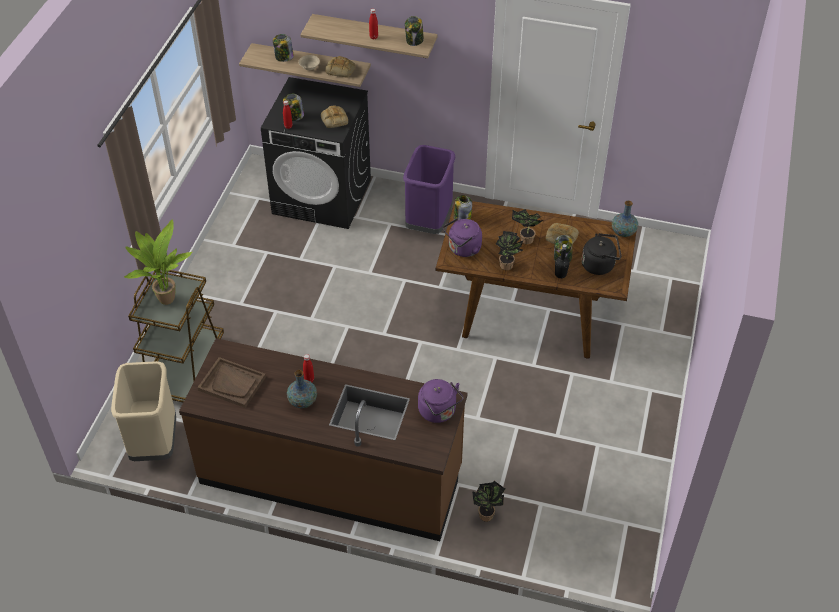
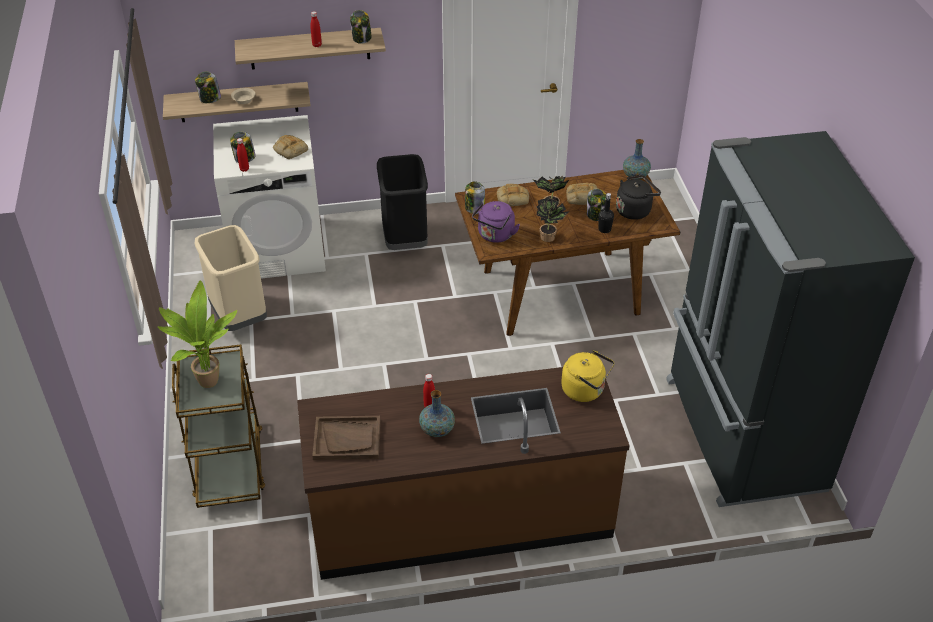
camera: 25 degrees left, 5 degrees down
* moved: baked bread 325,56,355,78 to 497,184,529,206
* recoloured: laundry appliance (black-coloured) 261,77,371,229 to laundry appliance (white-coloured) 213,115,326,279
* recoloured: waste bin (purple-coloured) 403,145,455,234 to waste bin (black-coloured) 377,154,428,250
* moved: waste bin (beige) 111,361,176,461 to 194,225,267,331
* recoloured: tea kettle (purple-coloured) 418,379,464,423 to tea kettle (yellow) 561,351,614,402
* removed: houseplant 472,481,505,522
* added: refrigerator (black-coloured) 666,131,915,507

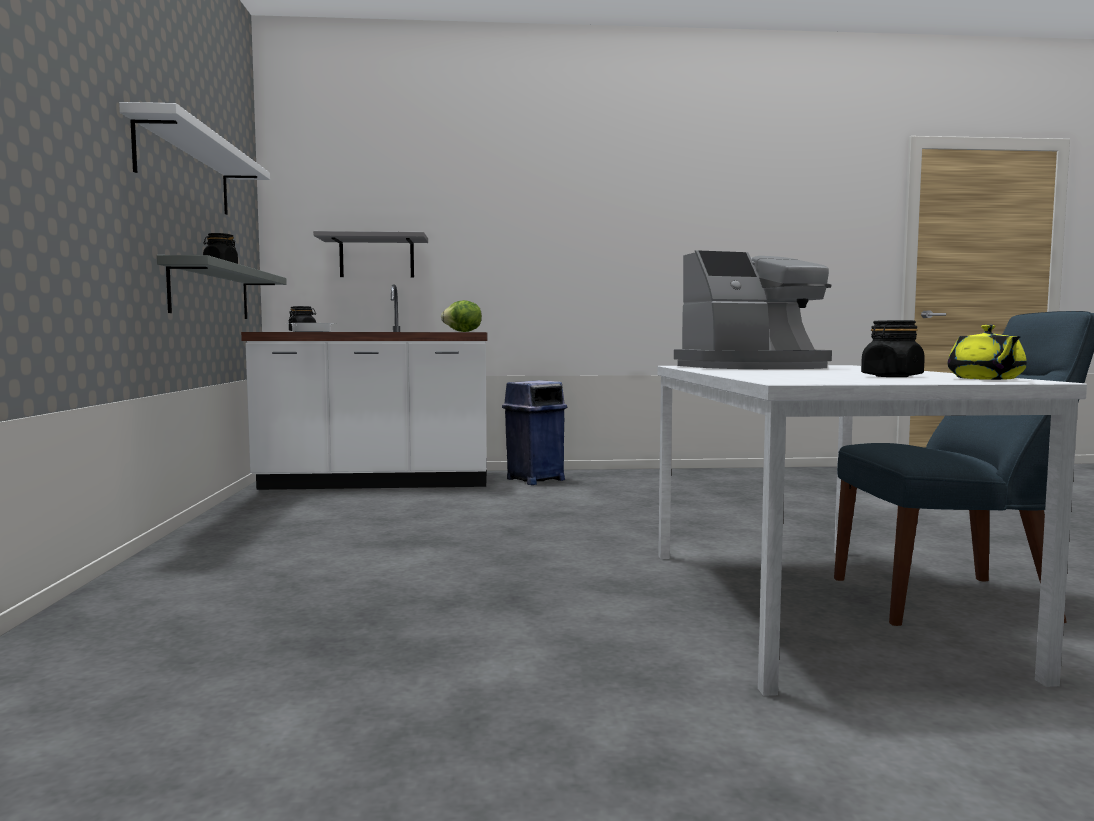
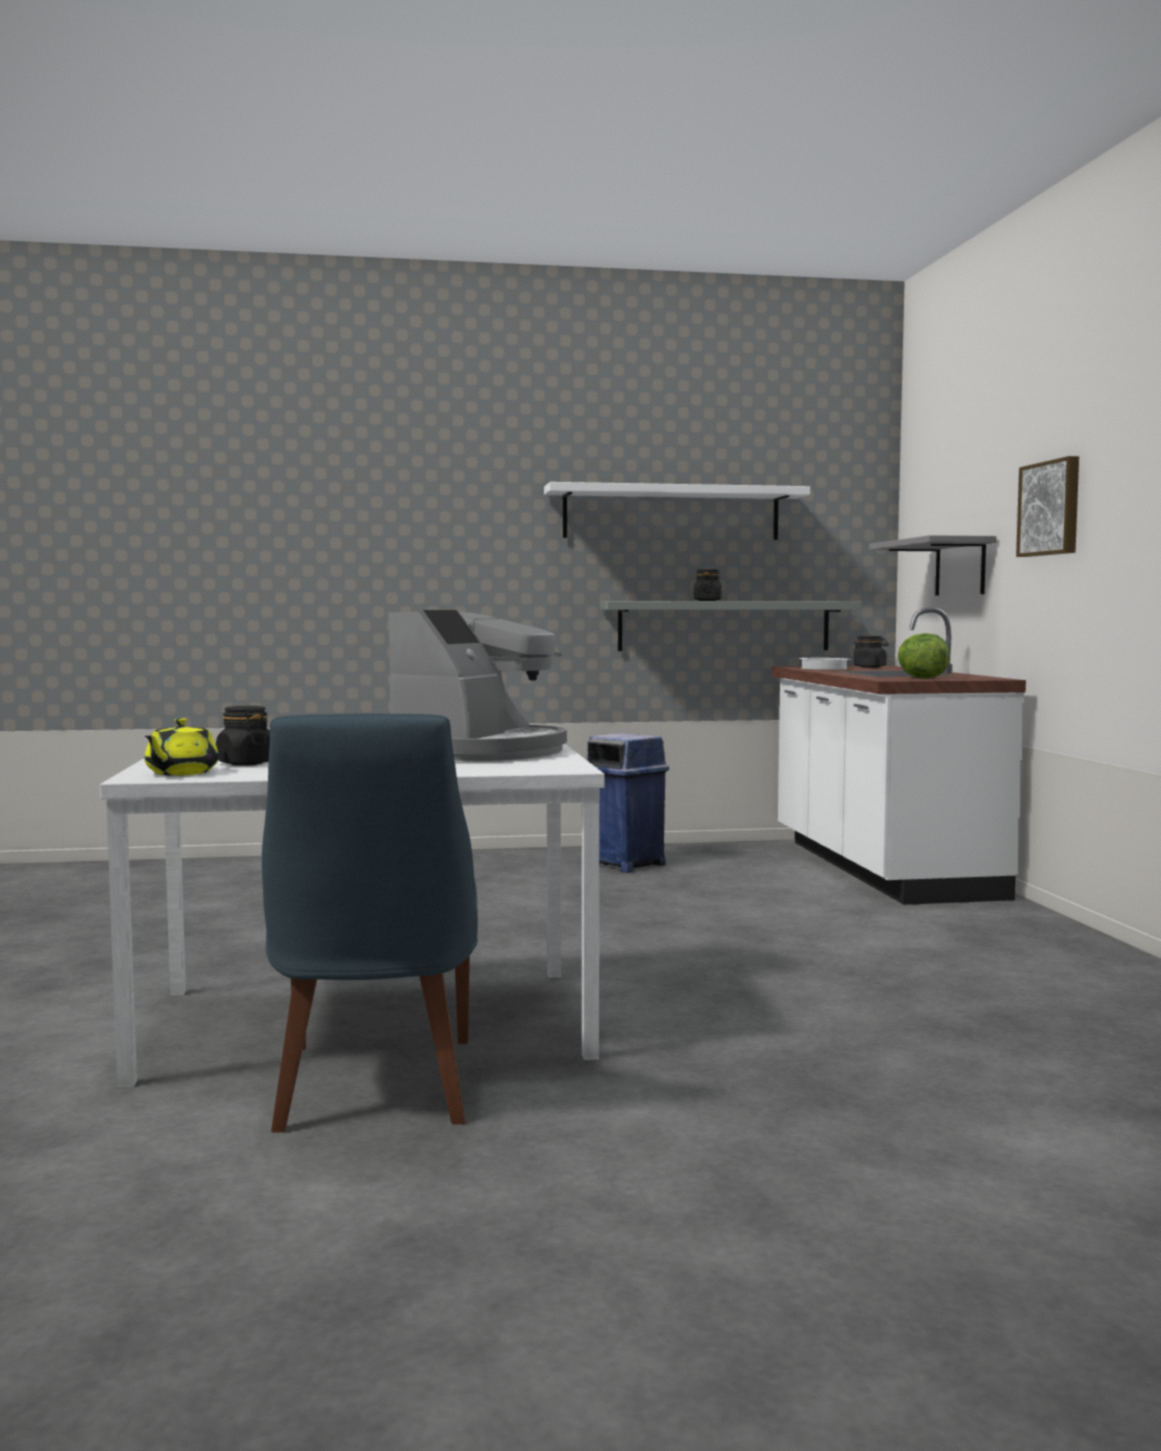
camera: 85 degrees right, 0 degrees up
* turned: coffee machine 674,250,832,369 = 388,610,567,761 135 degrees counterclockwise
* turned: teapot (yellow) 948,325,1027,380 = 145,718,219,776 75 degrees counterclockwise
* moved: waste bin (bluish) 502,380,567,485 to 586,733,669,873
* added: wall picture 1016,456,1079,557

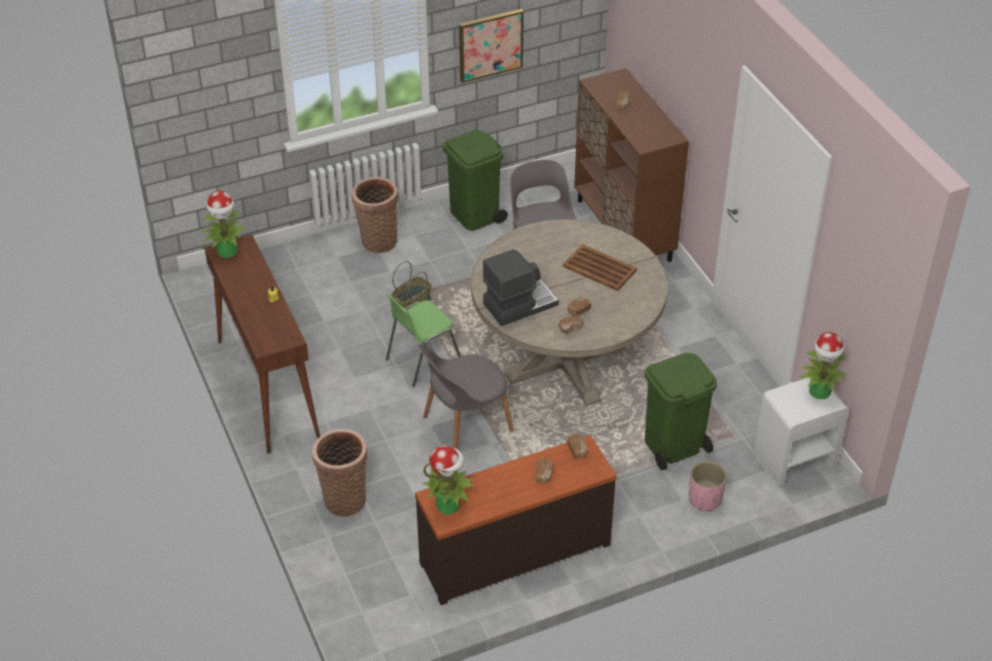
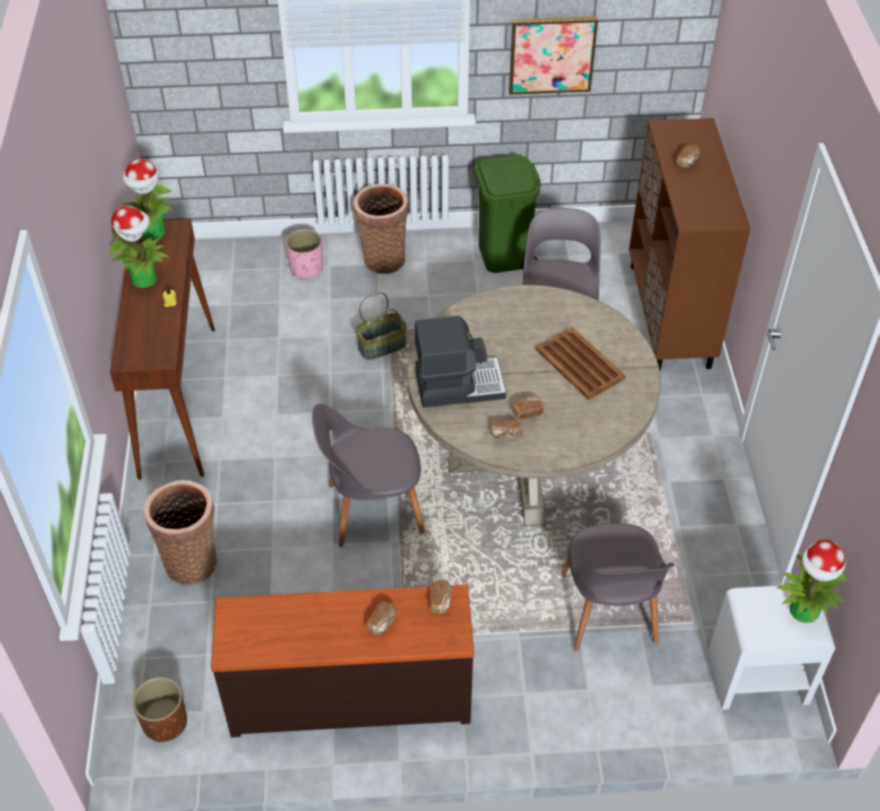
camera: 20 degrees right, 5 degrees up
* removed: chair (greenish) 386,295,461,387
* replaced: waste bin (greenish) 645,353,717,470 to chair (gray) 561,523,675,651
* moved: houseplant 422,445,474,514 to 110,206,170,288
* moved: plant pot (pinkish) 689,461,727,511 to 286,229,323,280
* added: plant pot (brown) 132,677,187,743

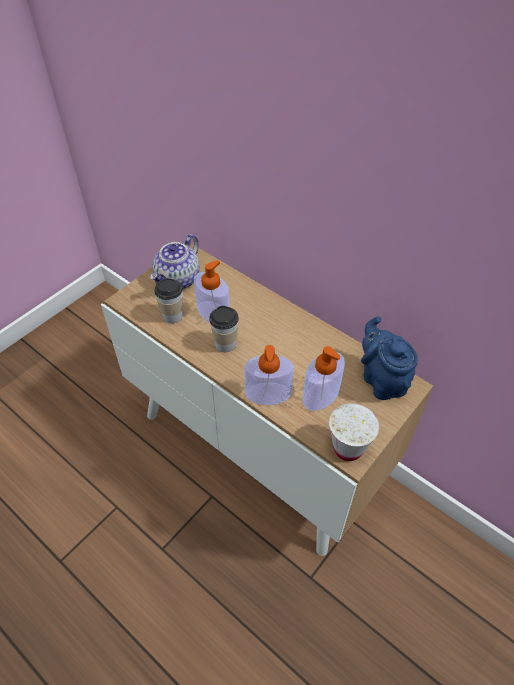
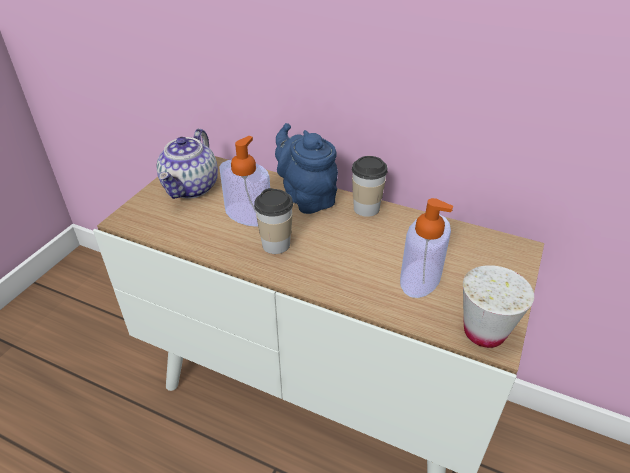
camera: 15 degrees left, 10 degrees down
* moved: small cup 154,278,183,323 to 352,156,388,217
* moved: teapot (bluish) 361,316,418,400 to 275,123,338,214
* removed: soap bottle 244,345,294,405

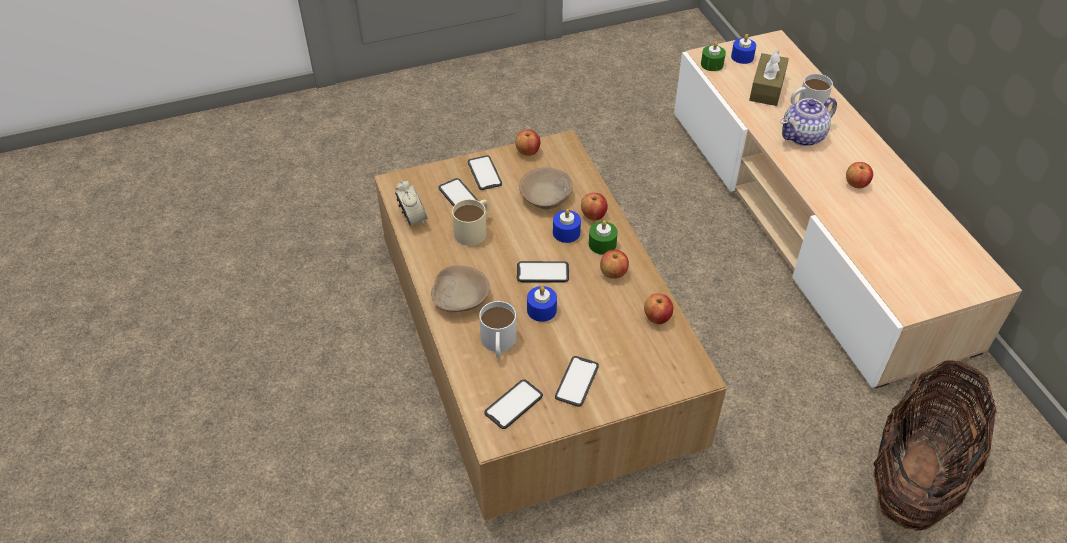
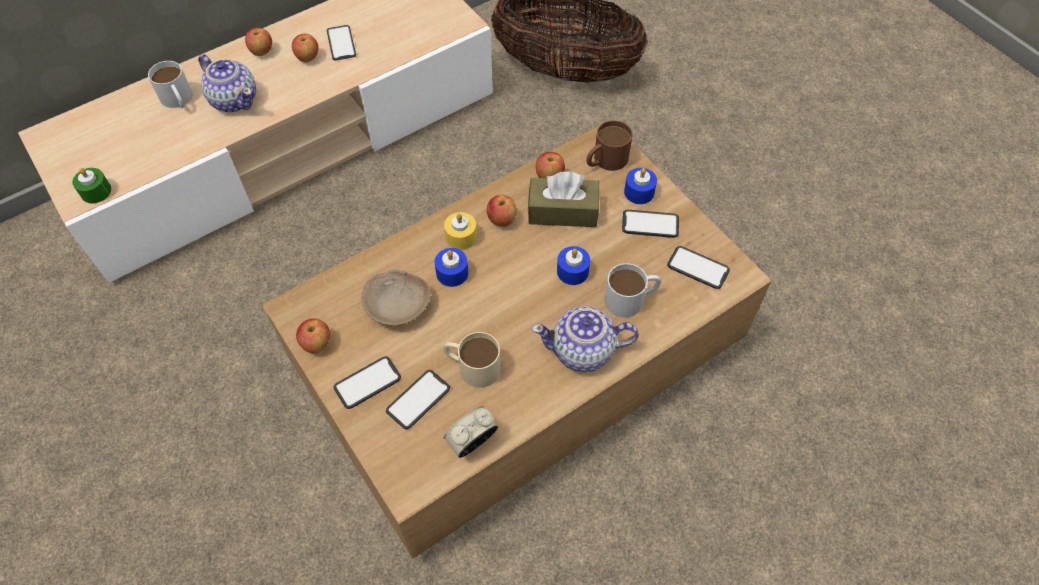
camera: 105 degrees left, 10 degrees up
* moved: wax light (bluish) 731,34,756,64 to 624,168,657,204
* moved: tissue box (brown) 749,49,789,106 to 528,171,599,227
* moved: whole apple 581,192,608,220 to 245,28,272,56
* recoloured: wax light (greenish) 589,220,618,255 to wax light (yellow) 444,212,477,250
* moved: telephone 517,261,569,283 to 327,25,356,61
* replaced: deep dish (beige) 431,265,490,312 to teapot 531,306,639,372
* added: tea mug (brown) 587,120,633,171

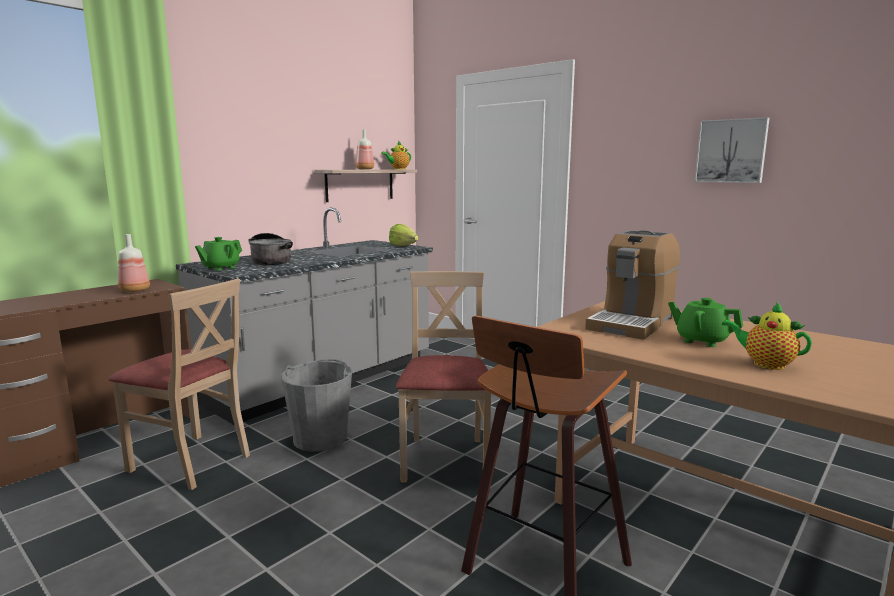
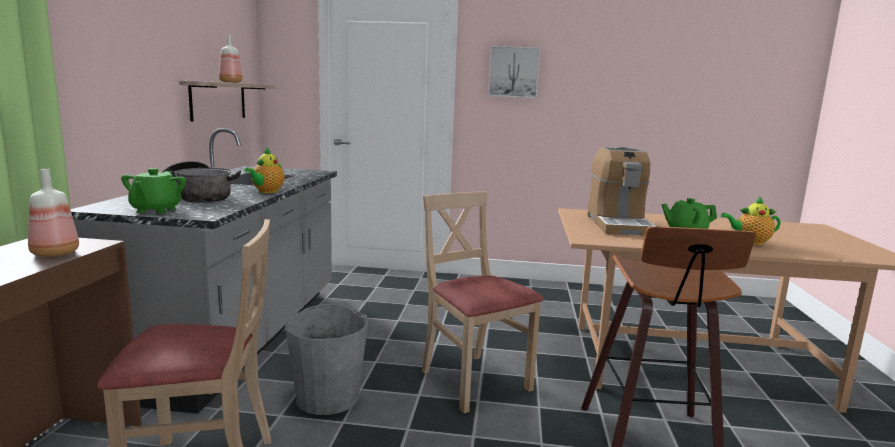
camera: 35 degrees left, 0 degrees up
* moved: wall picture 694,117,770,183 to 488,46,540,98
* moved: teapot 381,141,411,169 to 245,147,285,193
* removed: lettuce head 389,224,418,246

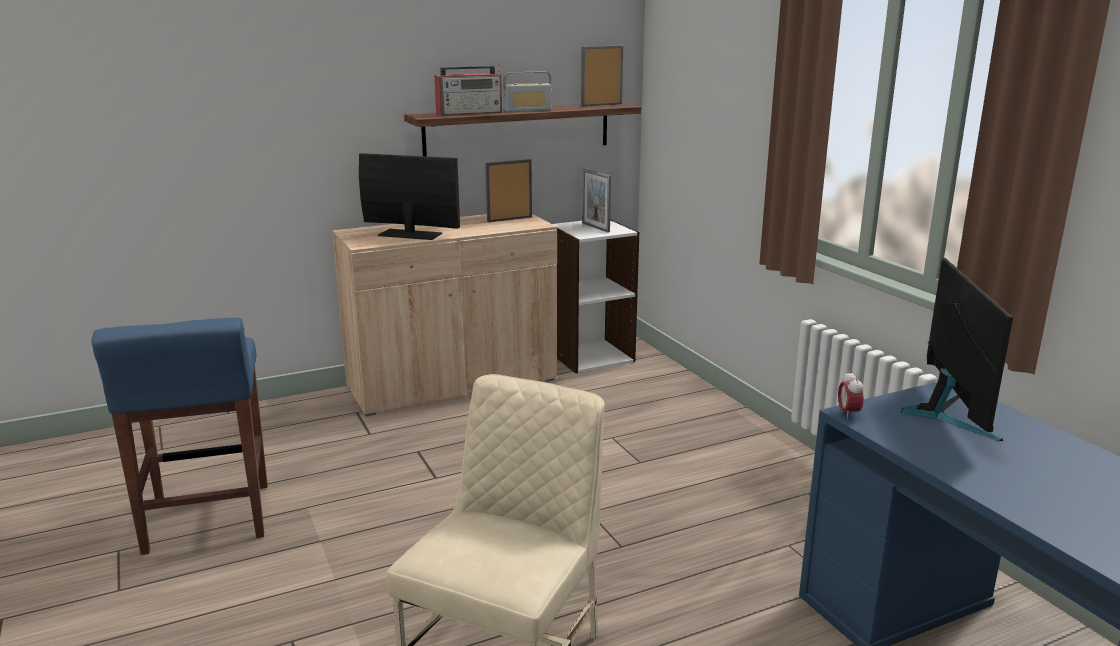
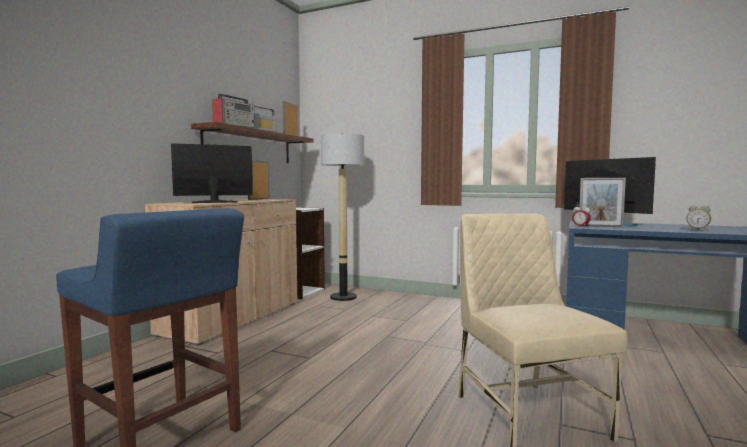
camera: 40 degrees left, 15 degrees down
* moved: picture frame 582,169,611,233 to 579,178,626,227
* added: standard lamp 321,133,364,301
* added: bedside clock 687,206,711,231

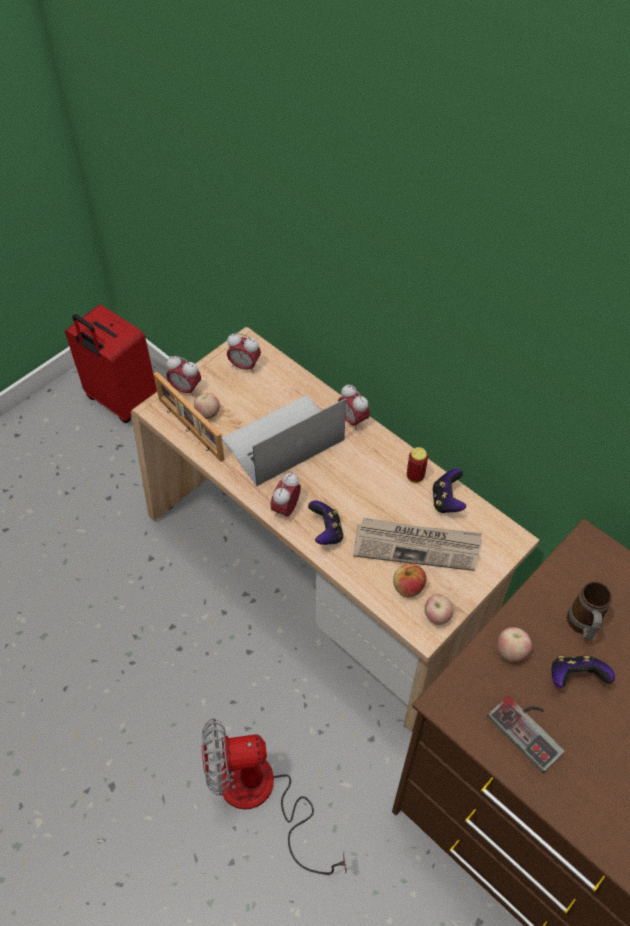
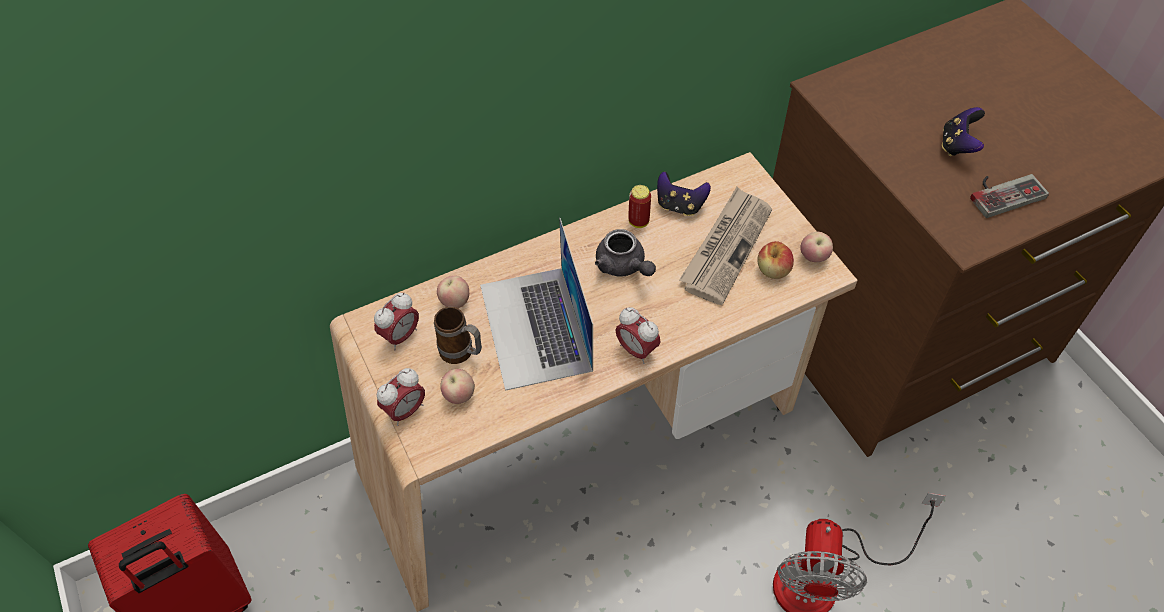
camera: 70 degrees left, 0 degrees up
* removed: picture frame 153,372,225,462
* removed: bedside clock 338,384,370,431
* removed: game controller 308,501,344,545
* moved: tea mug 567,581,612,640 to 434,307,482,364
* moved: whole apple 498,627,532,662 to 437,276,469,308
* added: teapot (gray) 595,229,656,276

